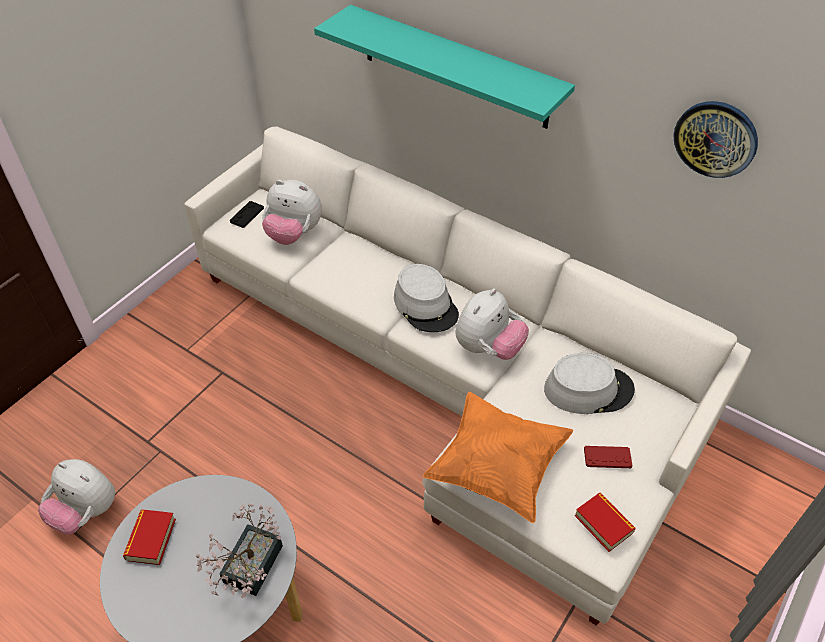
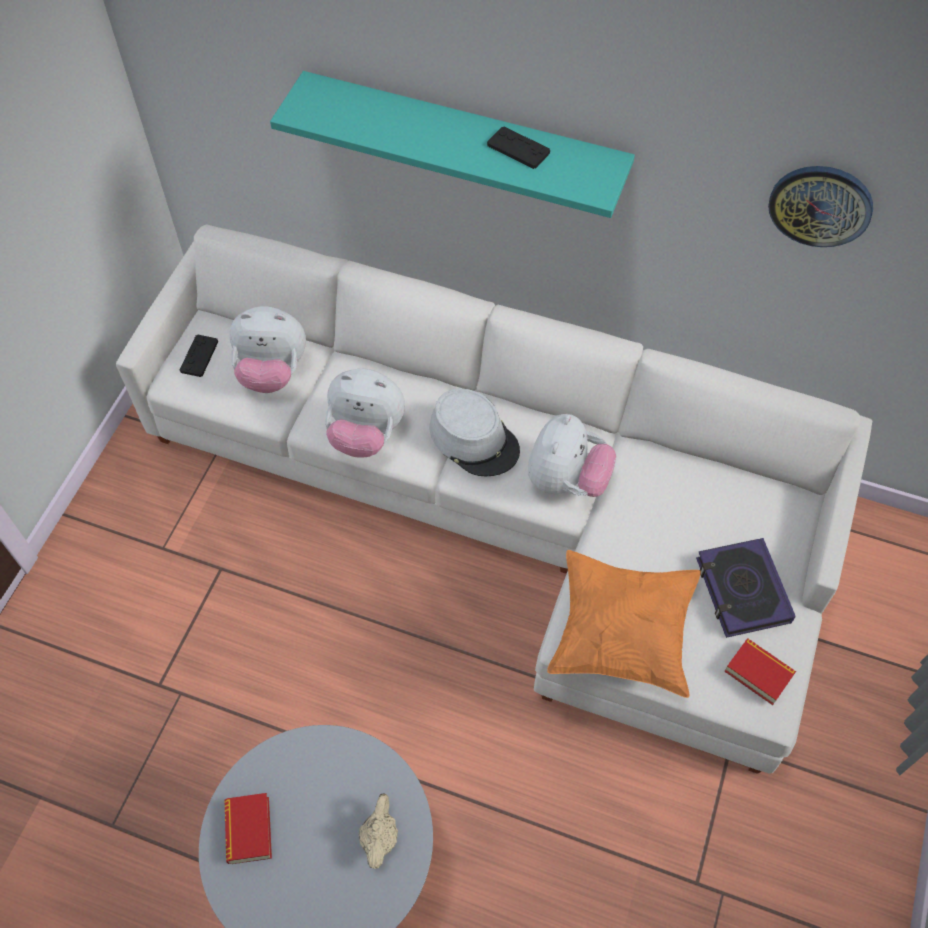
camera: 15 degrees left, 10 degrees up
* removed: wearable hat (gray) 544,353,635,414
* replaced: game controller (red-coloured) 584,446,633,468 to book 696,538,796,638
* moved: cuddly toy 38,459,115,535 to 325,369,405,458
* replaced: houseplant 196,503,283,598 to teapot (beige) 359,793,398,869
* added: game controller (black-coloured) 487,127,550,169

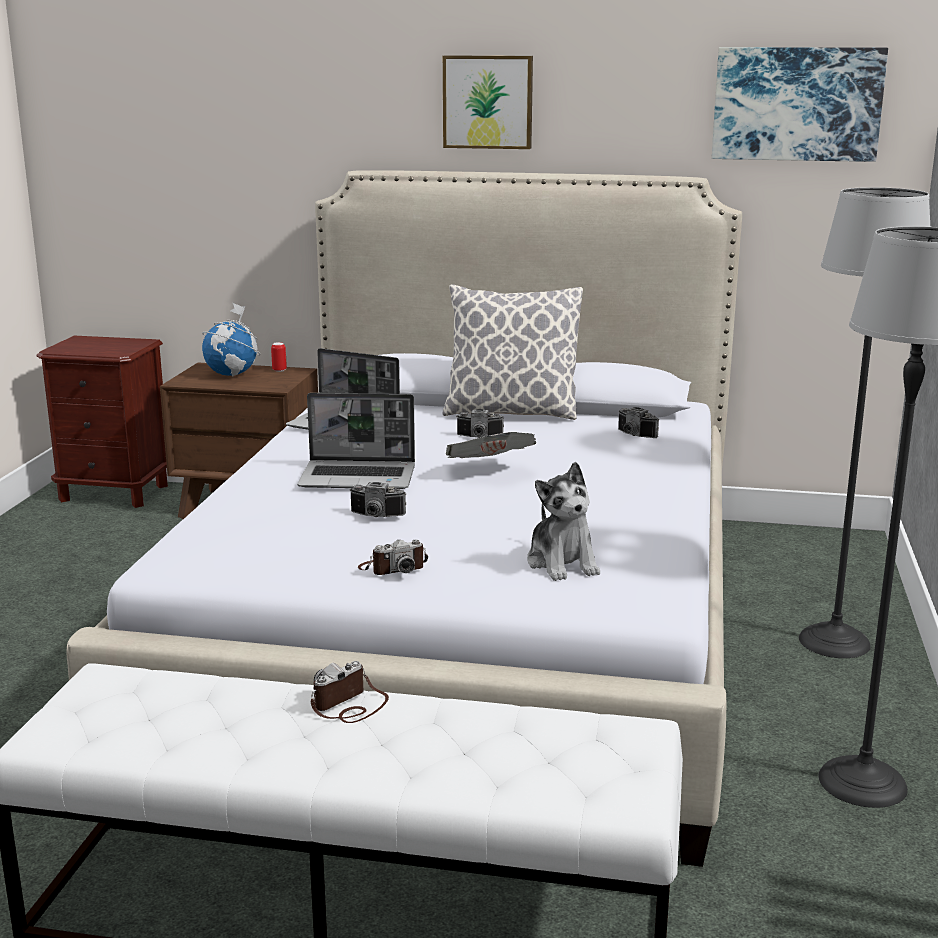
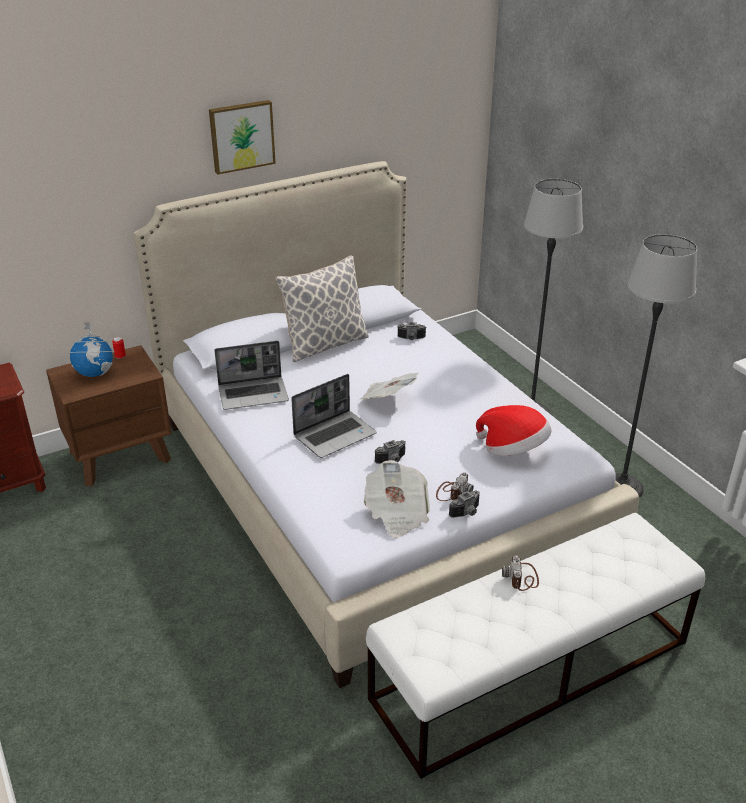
camera: 40 degrees left, 15 degrees up
* removed: wall picture 712,47,888,162
* moved: photo camera 456,409,504,438 to 449,490,480,518
* replaced: cuddly toy 527,462,600,581 to wearable hat 476,405,552,456
* added: newspaper 364,460,430,538

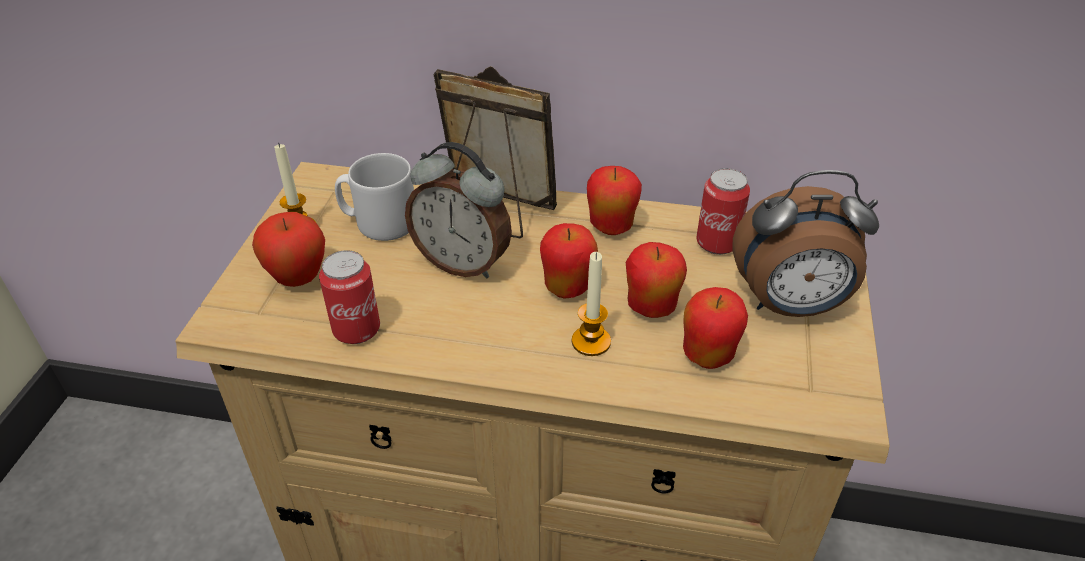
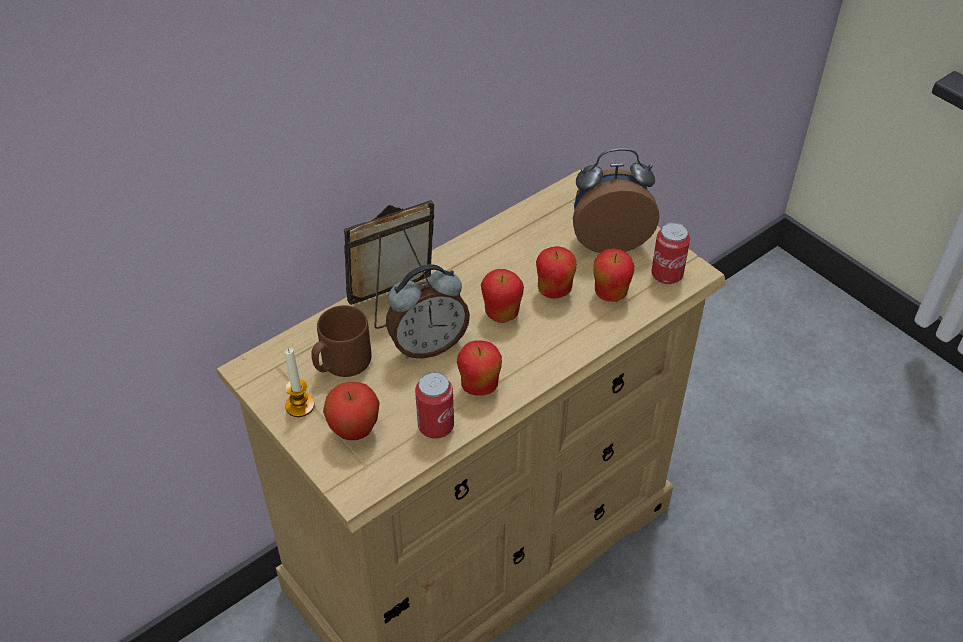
camera: 50 degrees left, 5 degrees up
* recoloured: tea mug (gray) 335,153,414,241 to tea mug (brown) 311,305,372,377
* moved: whole apple 587,166,642,235 to 457,340,502,396
* moved: can 696,168,750,255 to 651,222,690,284
* turned: bedside clock 732,170,879,317 = 573,149,659,253 135 degrees counterclockwise
* removed: wax light 572,252,611,356

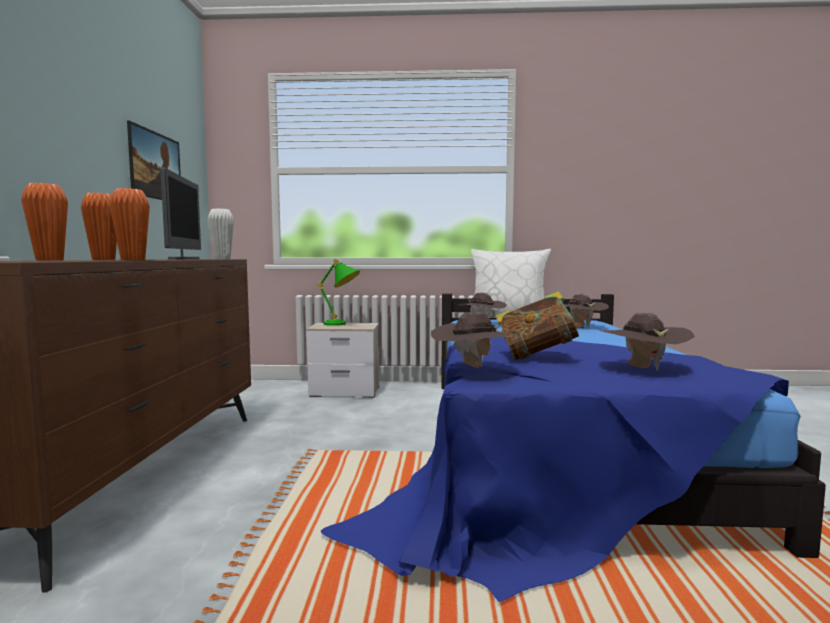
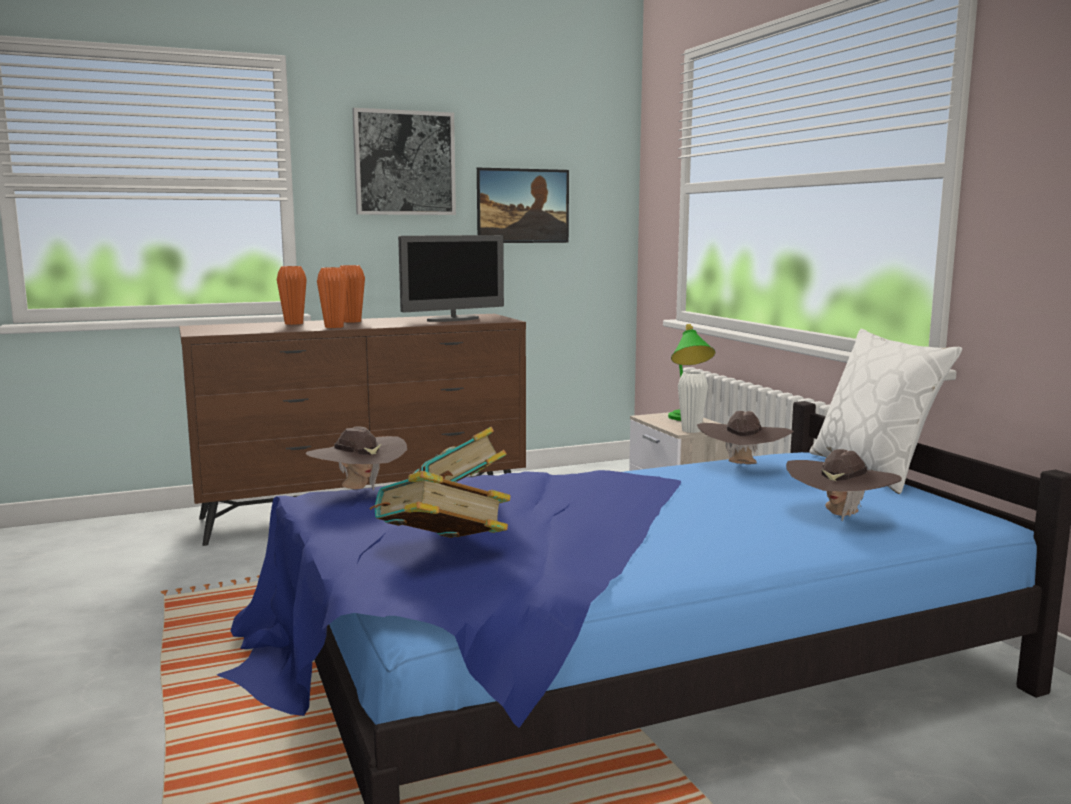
camera: 65 degrees right, 5 degrees up
* moved: flower vase (white-coloured) 207,209,234,259 to 678,371,708,433
* replaced: wearable hat (brown) 598,313,695,371 to book 370,471,511,538
* added: wall picture 352,108,456,215

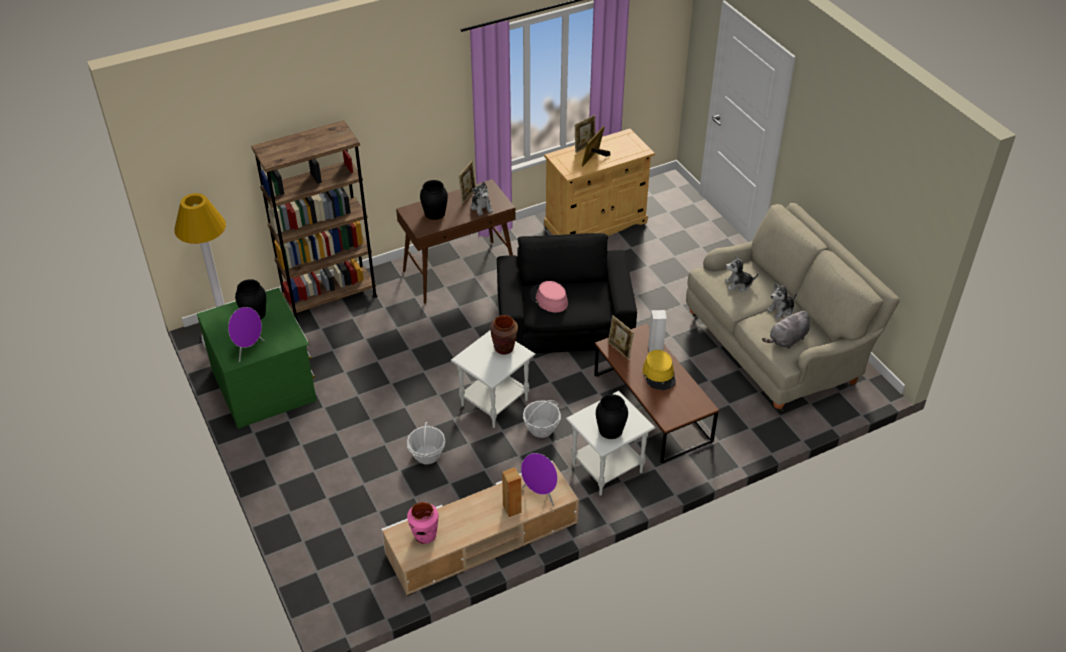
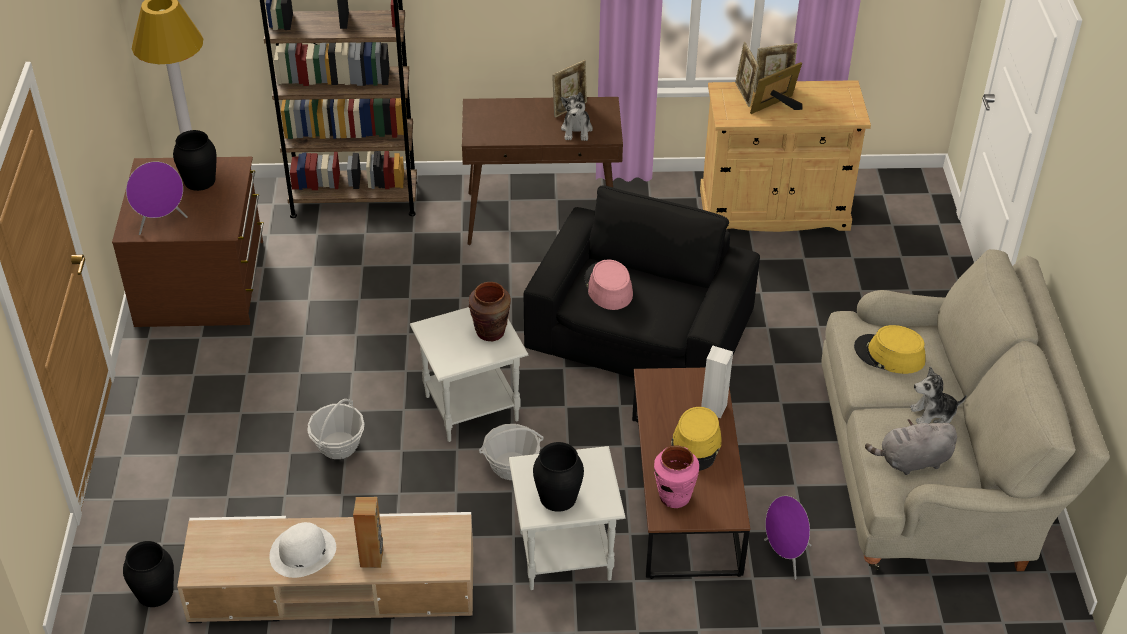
camera: 25 degrees right, 0 degrees up
* moved: flower vase (black-coloured) 420,180,448,220 to 123,541,174,607
* replaced: cuddly toy 725,255,758,292 to wearable hat (yellow) 854,325,925,374
* recoloured: dresser (greenish) 197,288,317,429 to dresser (brown) 112,157,264,327
* moved: picture frame 608,316,634,360 to 735,42,759,107
* moved: audio speaker (purple-coloured) 521,453,558,506 to 764,496,812,580
* moved: flower vase (pinkish) 407,502,438,544 to 654,445,699,508
* added: wearable hat (white-coloured) 269,522,336,578

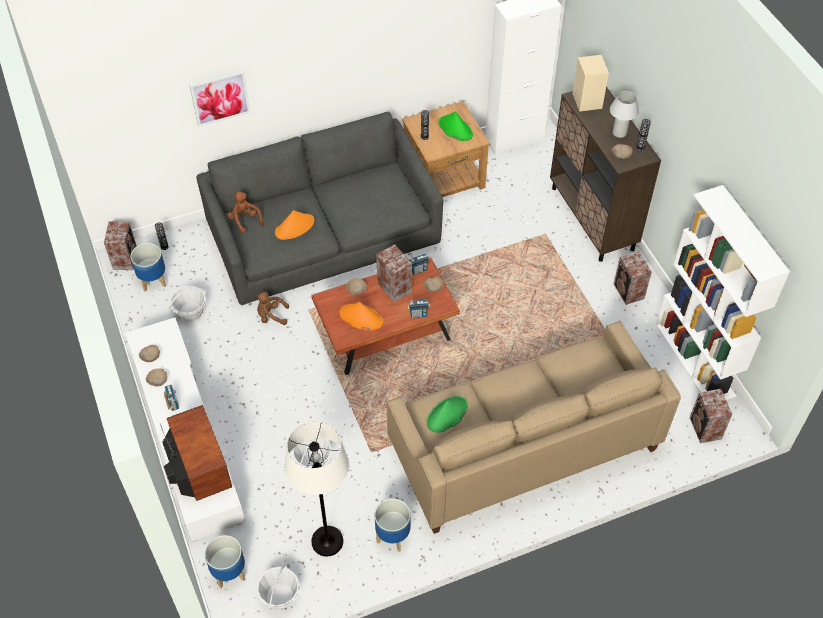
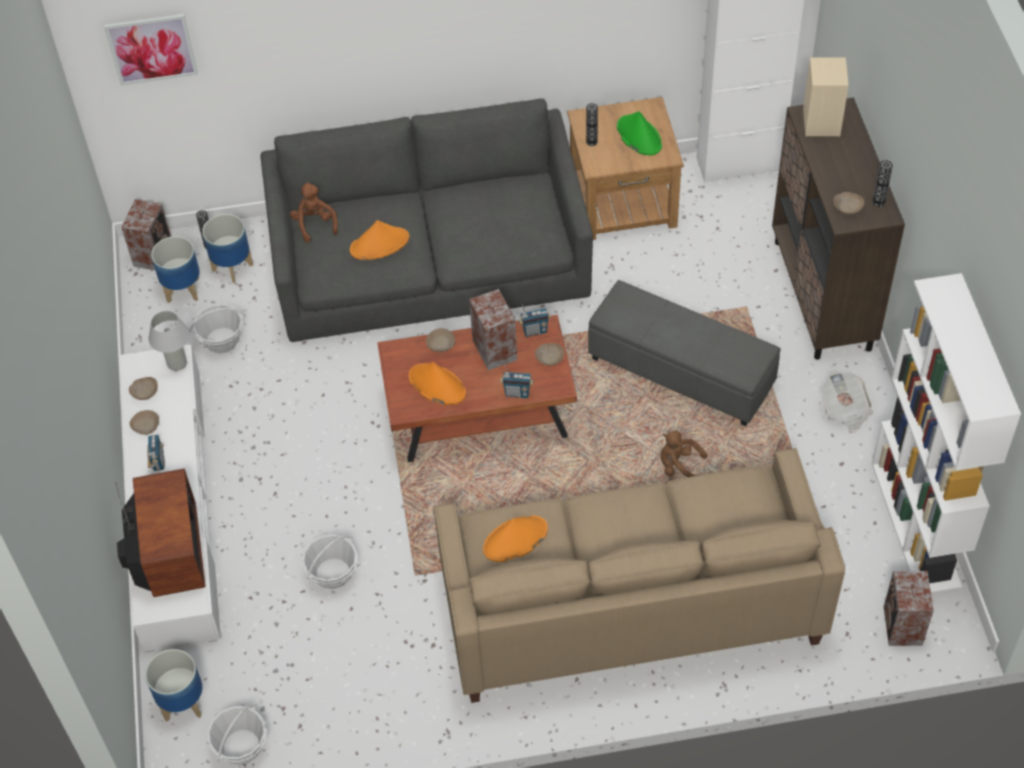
camera: 15 degrees right, 0 degrees up
* moved: wall picture 190,70,251,127 to 104,14,198,85
* moved: lamp for a table (white-coloured) 610,91,639,138 to 149,311,190,371
* replaced: audio speaker 614,251,652,305 to newspaper 821,372,873,433
* moved: cuddly toy (brown) 256,292,289,325 to 660,430,708,477
* recoloured: wearable hat (greenish) 427,396,468,433 to wearable hat (orange-coloured) 483,515,548,562
* removed: standard lamp (white-coloured) 285,421,349,556
* moved: plant pot 375,499,410,552 to 202,214,253,283
* added: ottoman (gray) 588,280,781,426

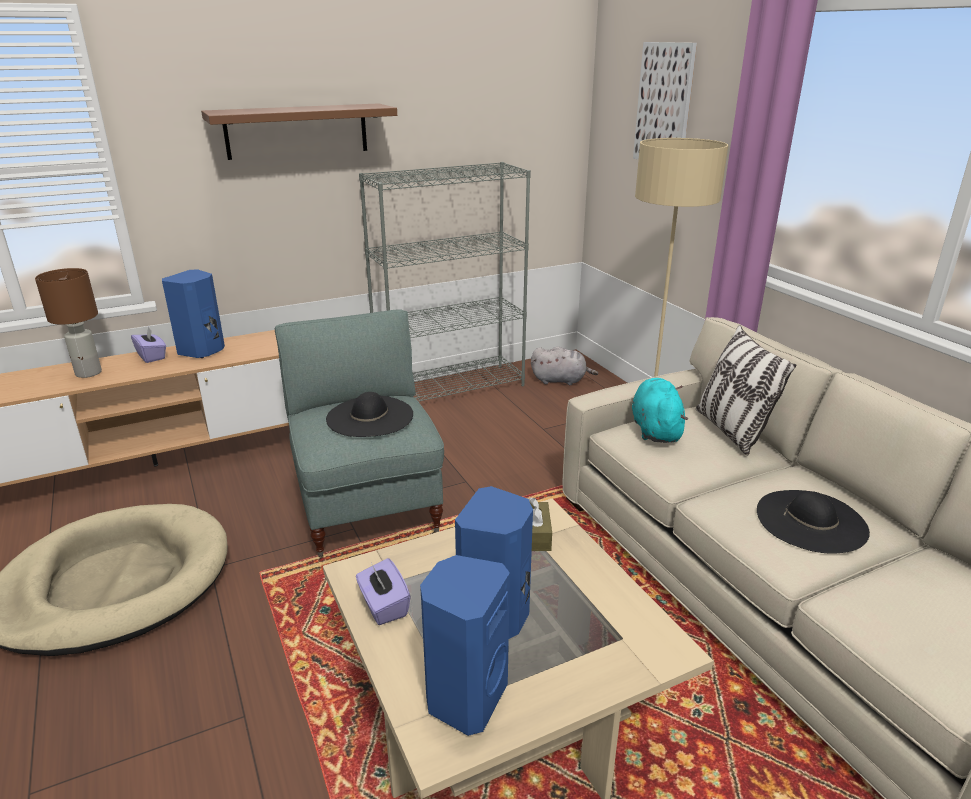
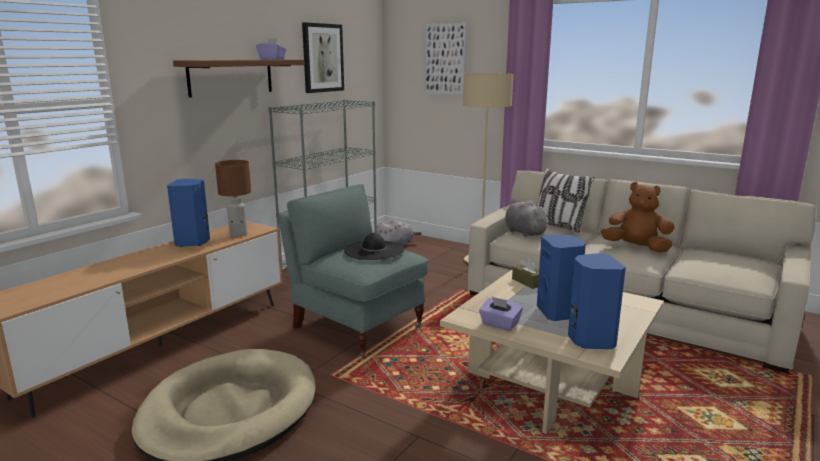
camera: 30 degrees left, 10 degrees down
* moved: lamp for a table (brown) 35,268,102,378 to 215,160,251,237
* moved: tissue box (purple-coloured) 131,327,166,363 to 256,38,286,59
* recoloured: cuddly toy (turquoise) 632,378,689,443 to cuddly toy (gray) 505,201,551,237
* replaced: wearable hat (black-coloured) 757,490,870,554 to cuddly toy (brown) 601,182,675,253
* added: wall picture 302,22,344,93

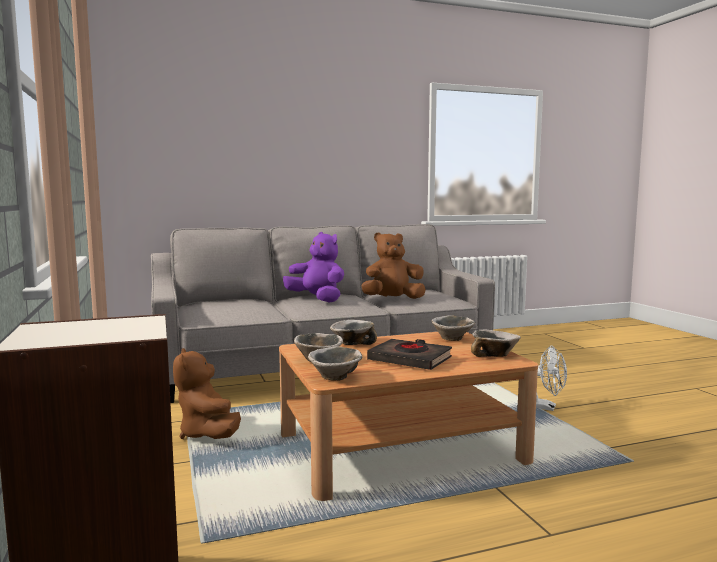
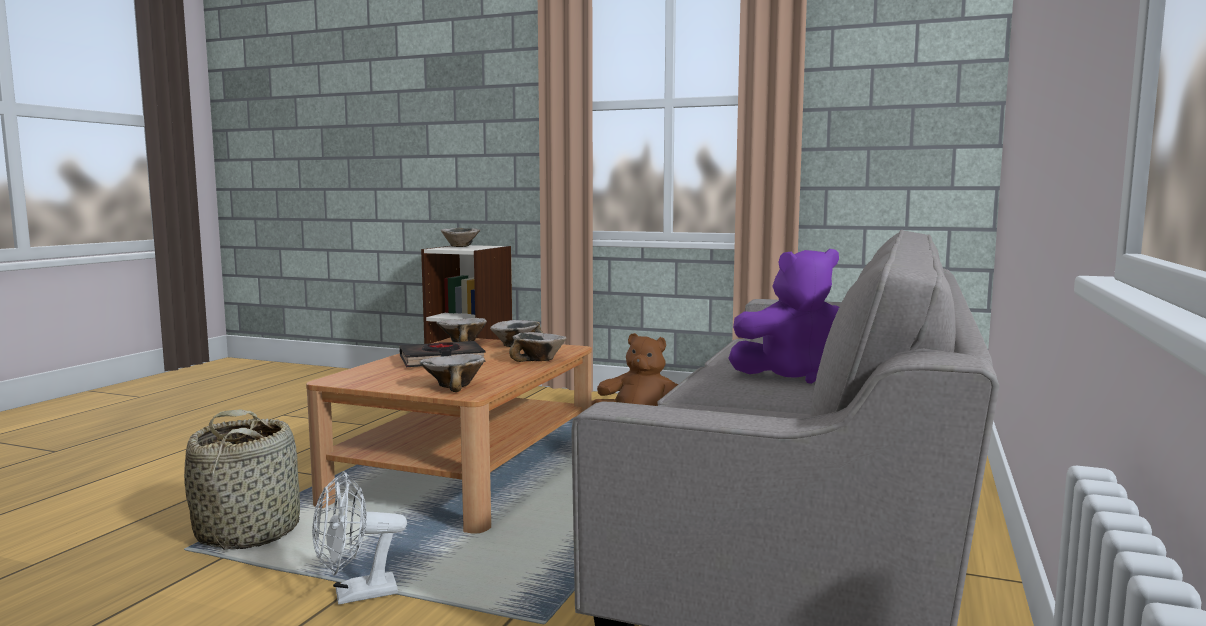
camera: 130 degrees right, 0 degrees up
* removed: cuddly toy (brown) 361,232,426,299
* moved: deep dish 471,330,521,357 to 441,228,481,247
* added: household basket 184,409,300,550

